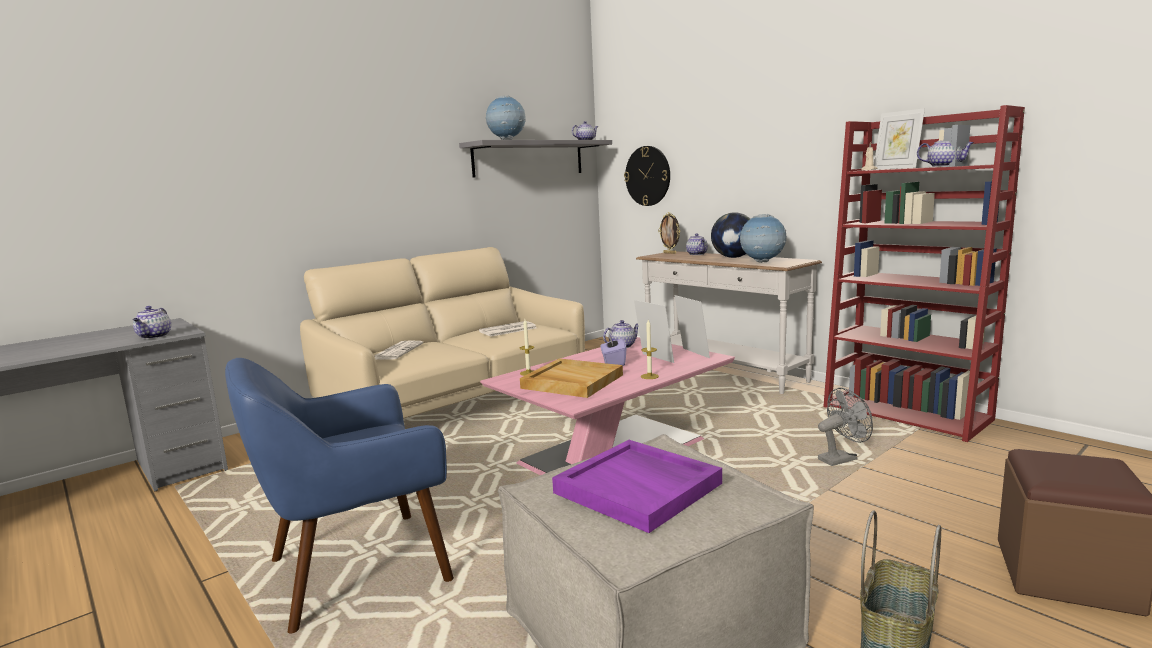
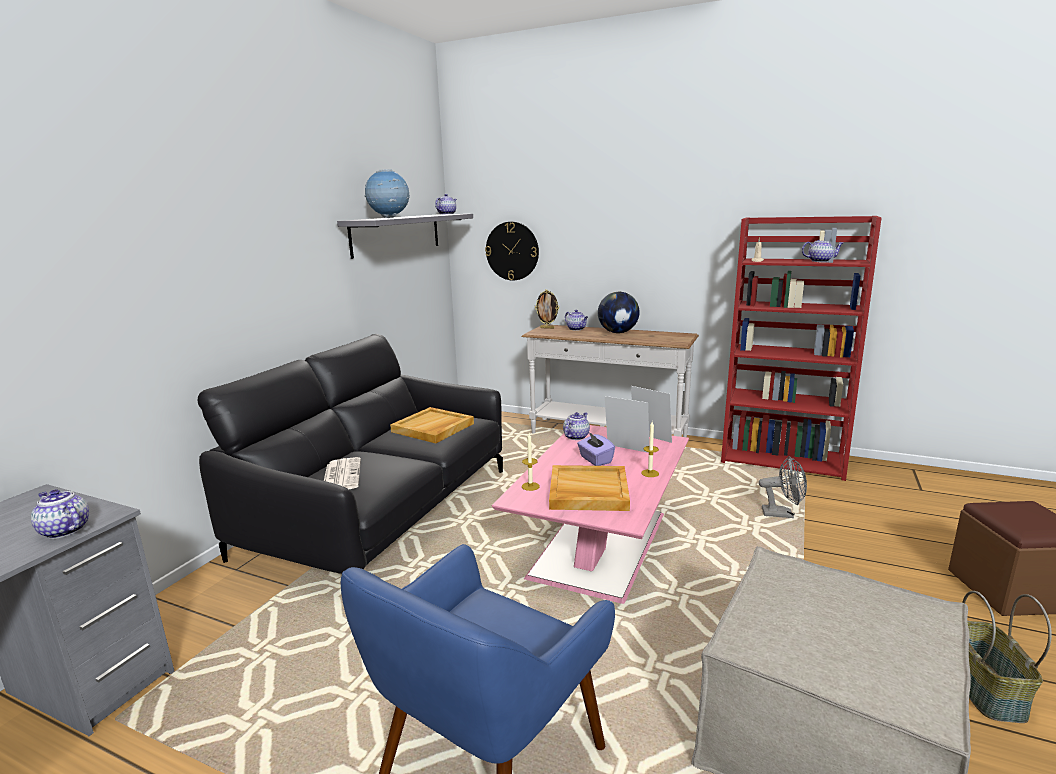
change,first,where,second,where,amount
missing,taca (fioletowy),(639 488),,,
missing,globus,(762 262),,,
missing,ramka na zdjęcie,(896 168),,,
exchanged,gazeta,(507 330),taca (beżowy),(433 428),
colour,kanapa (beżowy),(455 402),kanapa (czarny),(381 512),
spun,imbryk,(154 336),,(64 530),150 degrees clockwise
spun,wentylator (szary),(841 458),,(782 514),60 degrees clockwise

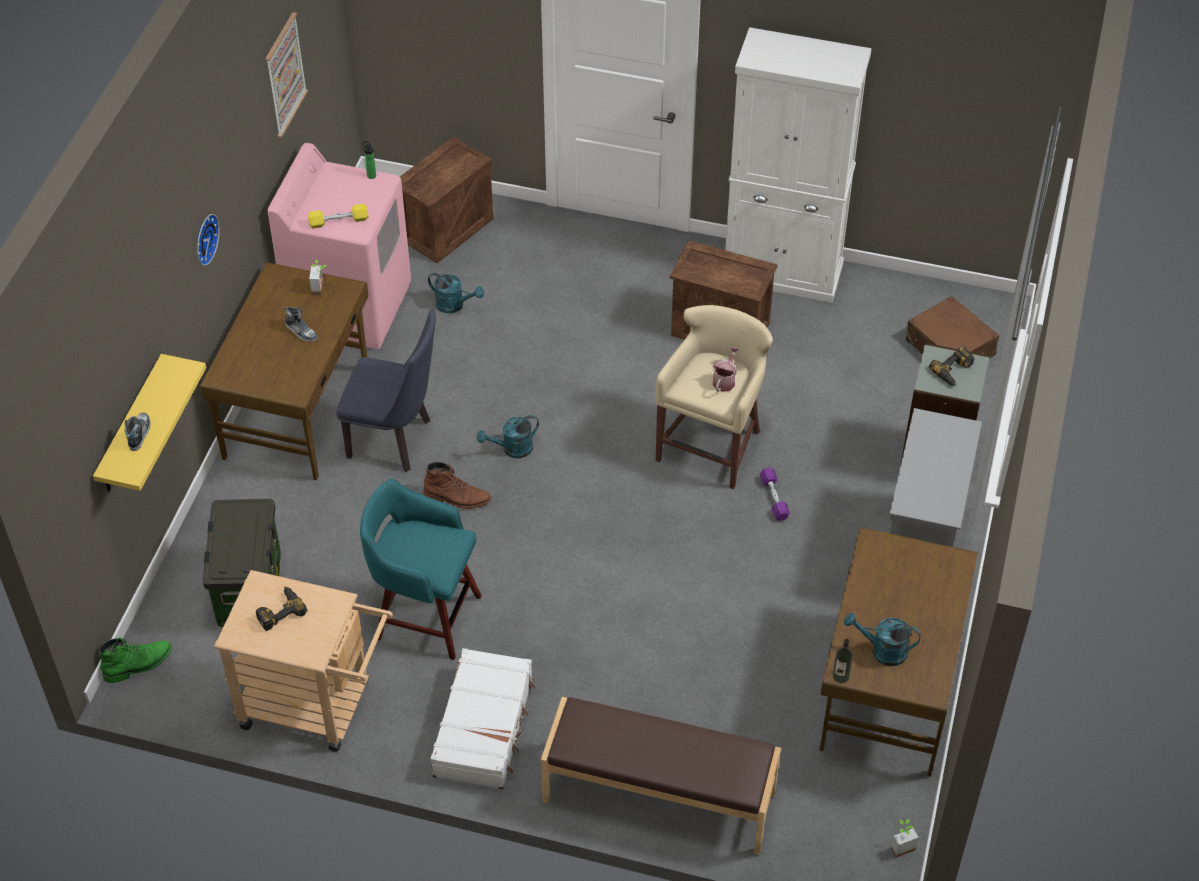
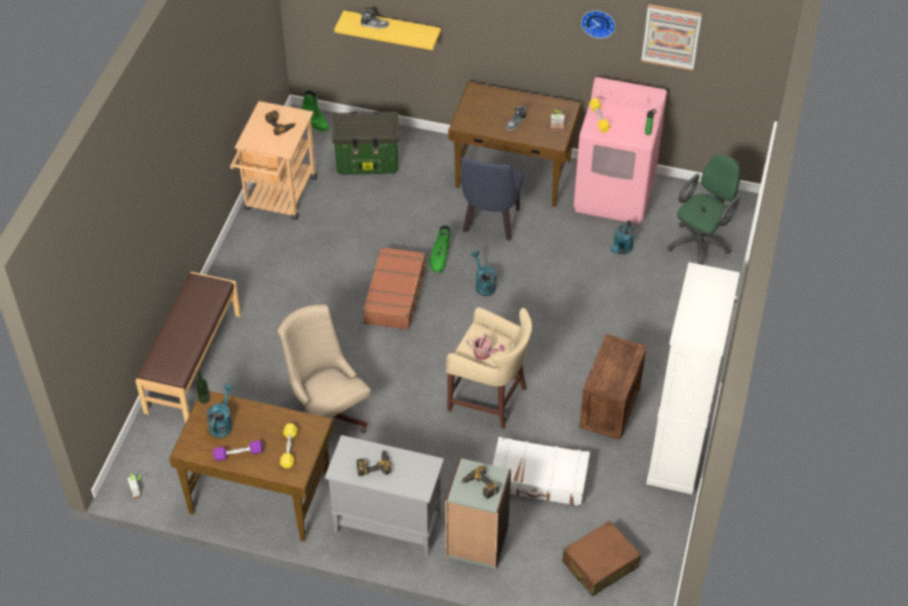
change,first,where,second,where,amount
missing,stołek (turkusowy),(425 616),,,
appeared,,,krzesło biurowe (beżowy),(327 414),
appeared,,,hantel (żółty),(289 449),
appeared,,,wiertarka,(373 465),
appeared,,,walizka (brązowy),(395 295),
relocated,zegar ścienny,(204 238),,(598 22),
relocated,walizka (biały),(484 727),,(539 479),
relocated,hantel (fioletowy),(774 498),,(238 454),
exchanged,skrzynka,(446 228),krzesło biurowe (zielony),(701 242),
colour,but z cholewką (brązowy),(457 498),but z cholewką (zielony),(439 257),

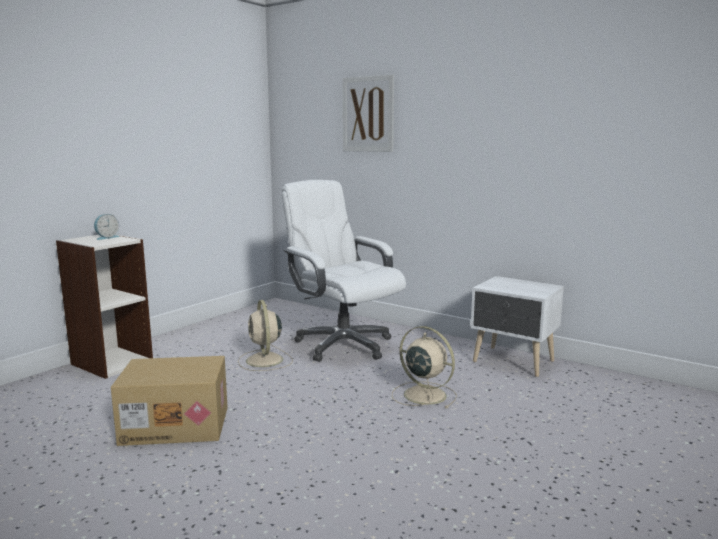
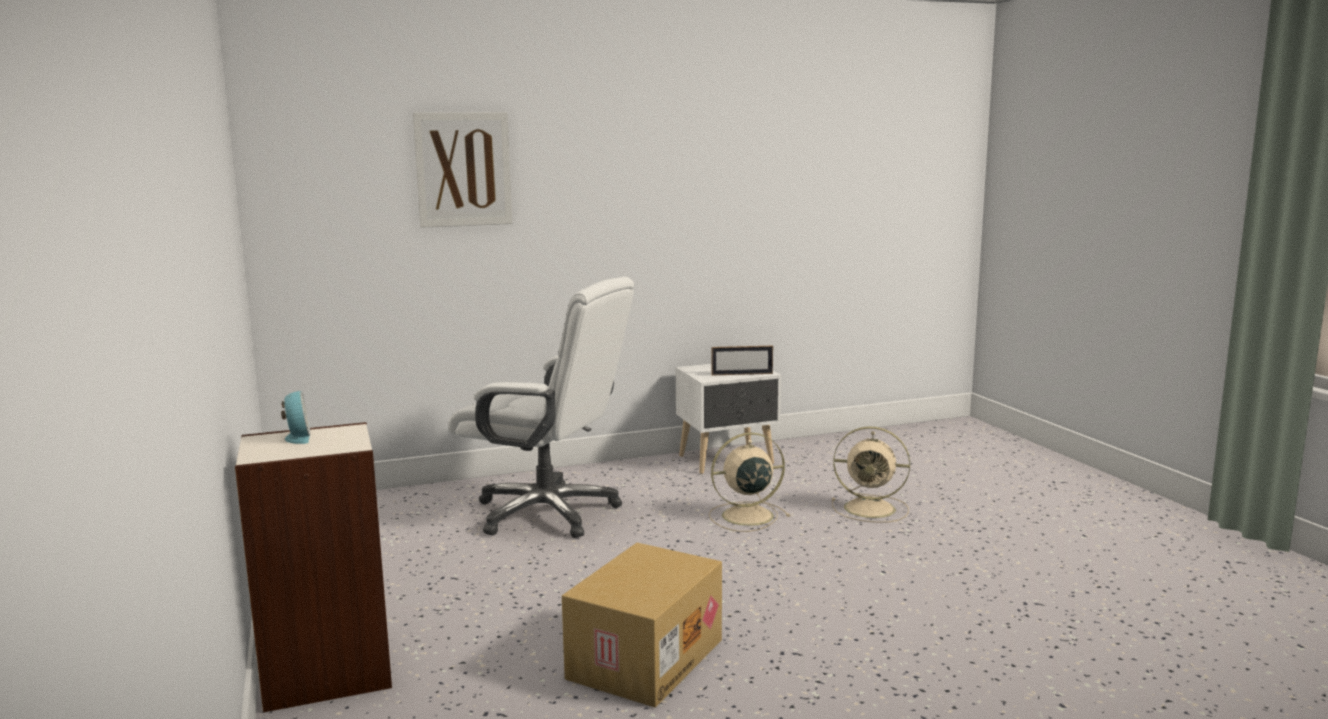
change,first,where,second,where,amount
appeared,,,ramka na zdjęcie,(742 374),
relocated,wentylator (beżowy),(265 361),,(872 509),
spun,krzesło biurowe (biały),(343 345),,(548 513),150 degrees counterclockwise

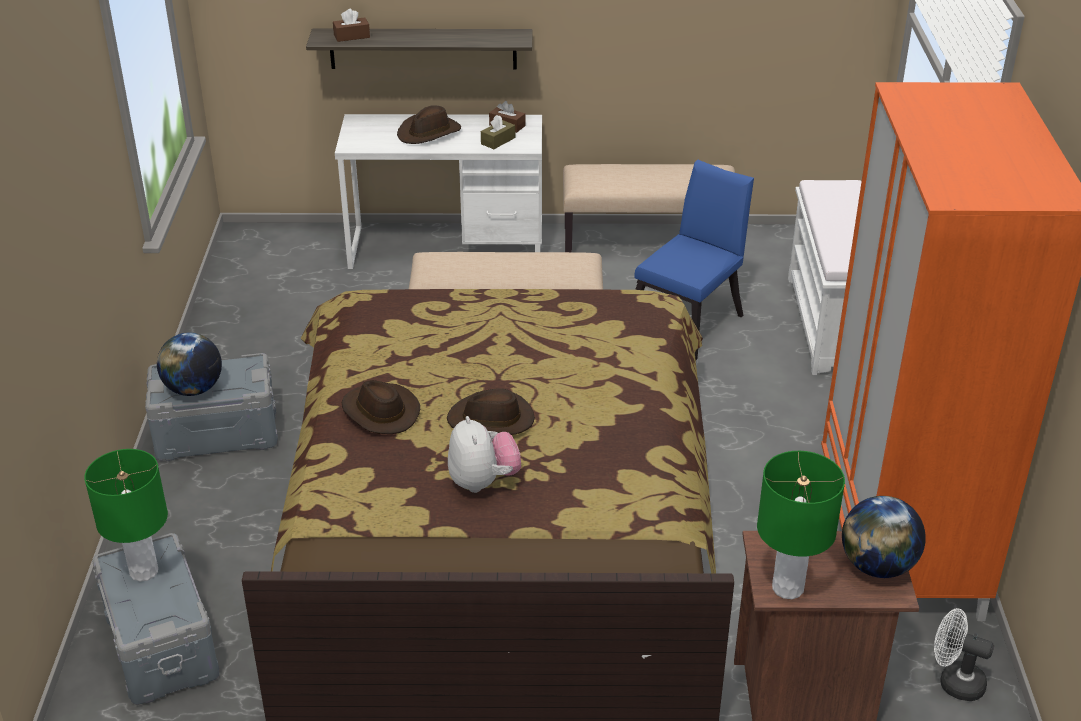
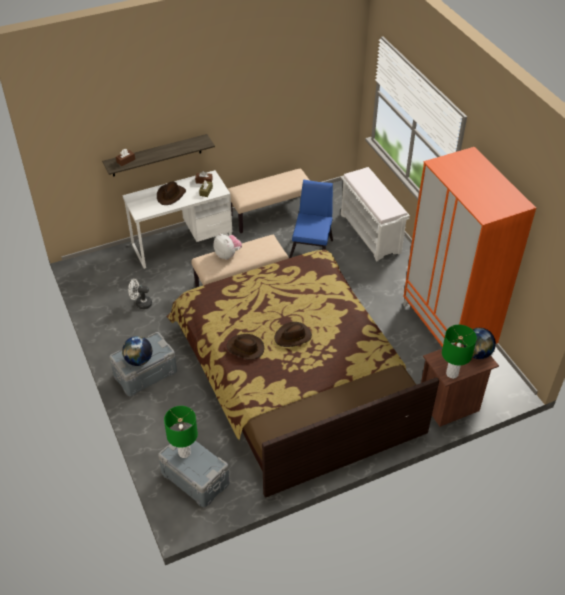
change,first,where,second,where,amount
relocated,pluszak,(483 481),,(227 254),
relocated,wentylator (biały),(954 681),,(141 303),

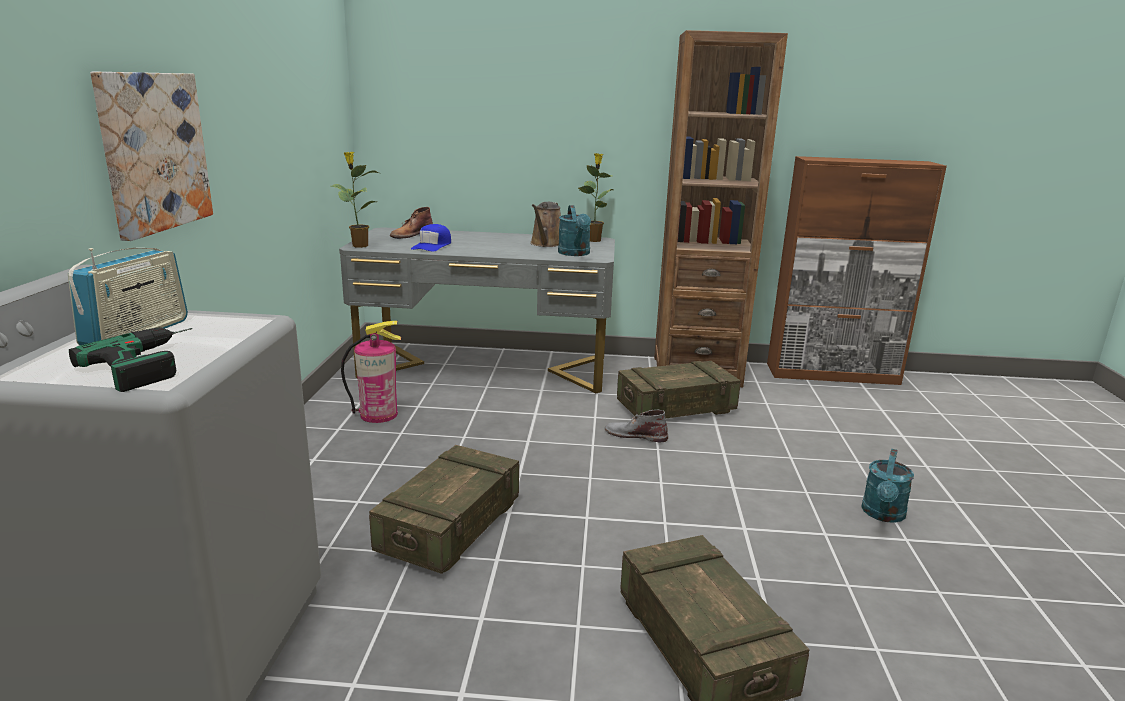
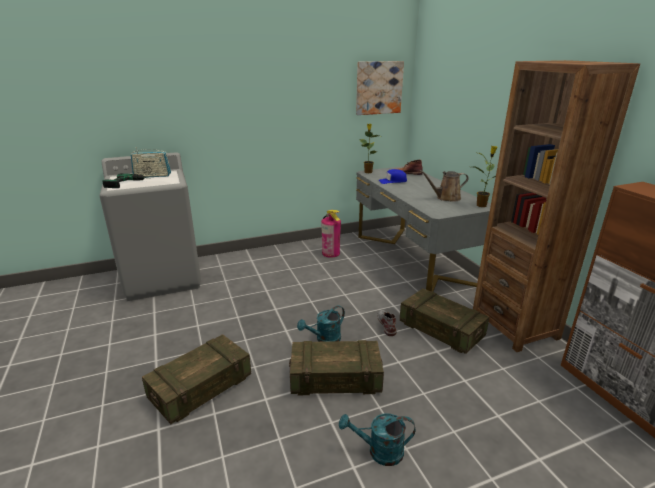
change,first,where,second,where,amount
relocated,obraz,(153 152),,(378 88),
relocated,skrzynka,(450 527),,(335 379),
relocated,konewka (turkusowy),(575 254),,(324 339),

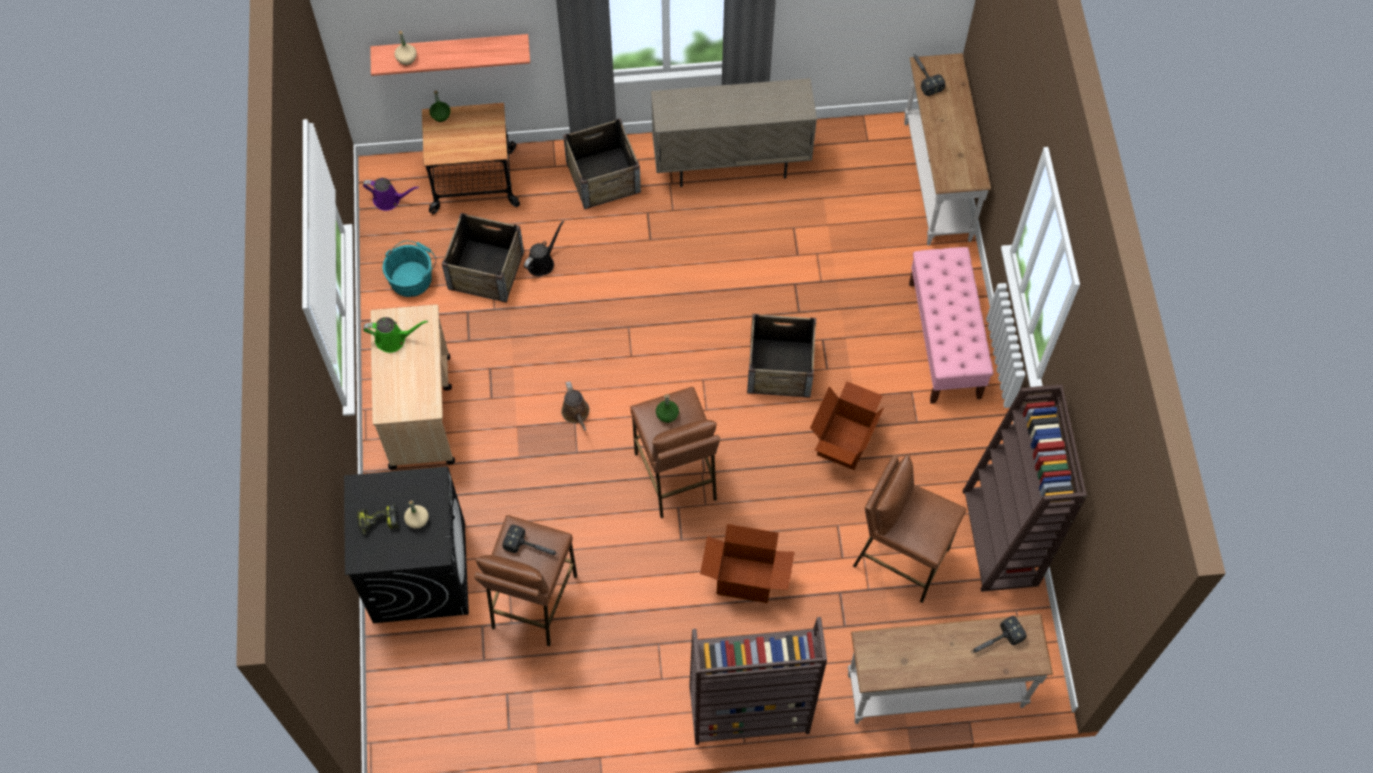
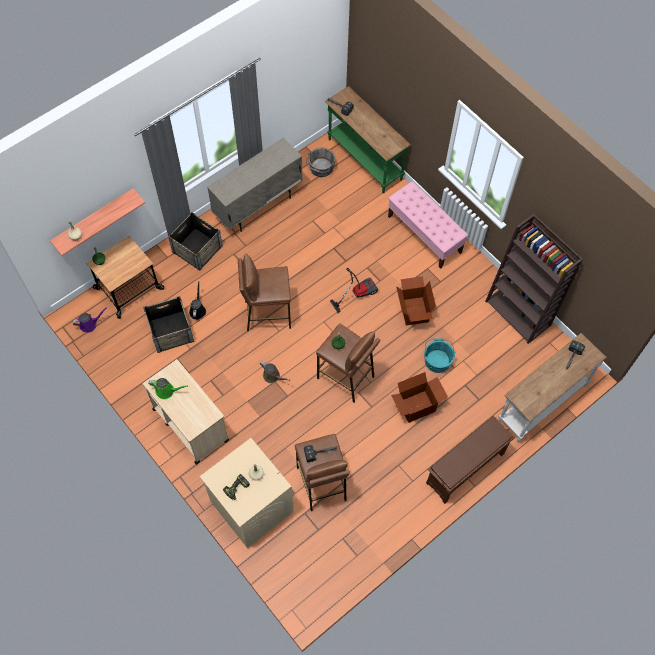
change,first,where,second,where,amount
appeared,,,wiadro (szary),(321 168),
relocated,wiadro (turkusowy),(412 277),,(437 359),
relocated,stołek (brązowy),(900 558),,(267 314),
exchanged,regał (brązowy),(747 711),regał na buty (brązowy),(464 469),
exchanged,skrzynka,(780 367),odkurzacz,(357 293),
colour,pralka (czarny),(419 570),pralka (beżowy),(251 506),
colour,stolik konsolowy (biały),(935 181),stolik konsolowy (zielony),(364 160),
spun,konewka (zielony),(393 339),,(167 391),45 degrees clockwise

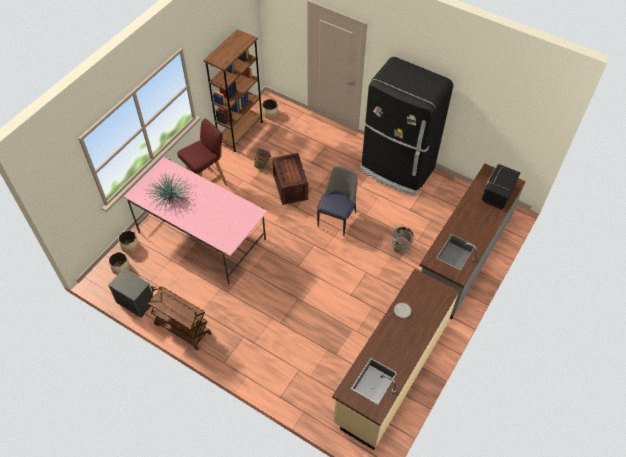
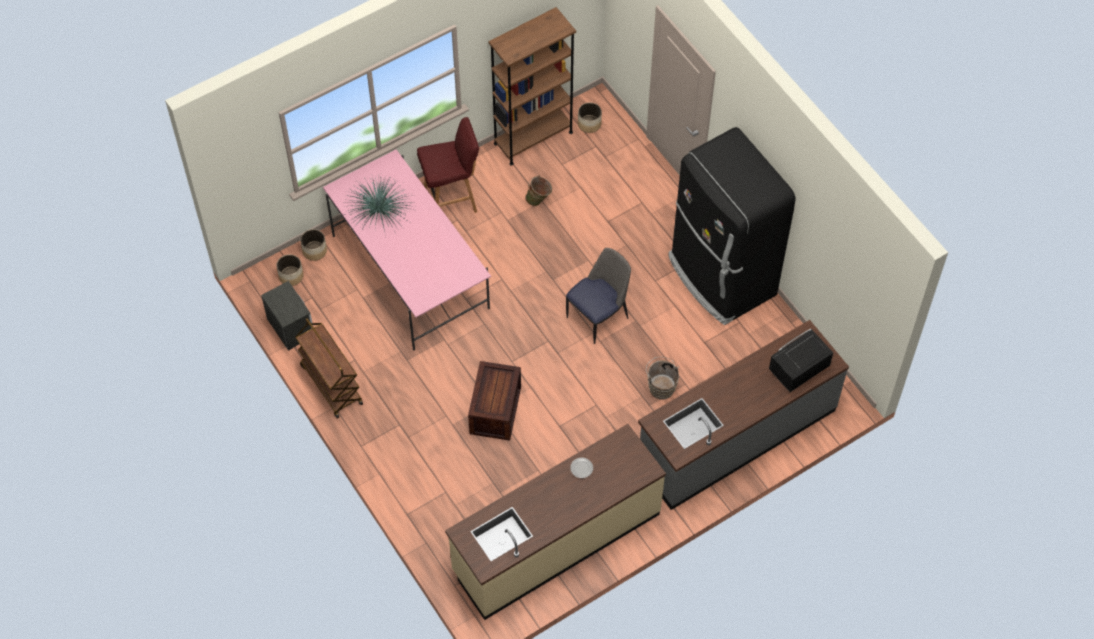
change,first,where,second,where,amount
relocated,skrzynka,(290 186),,(495 409),

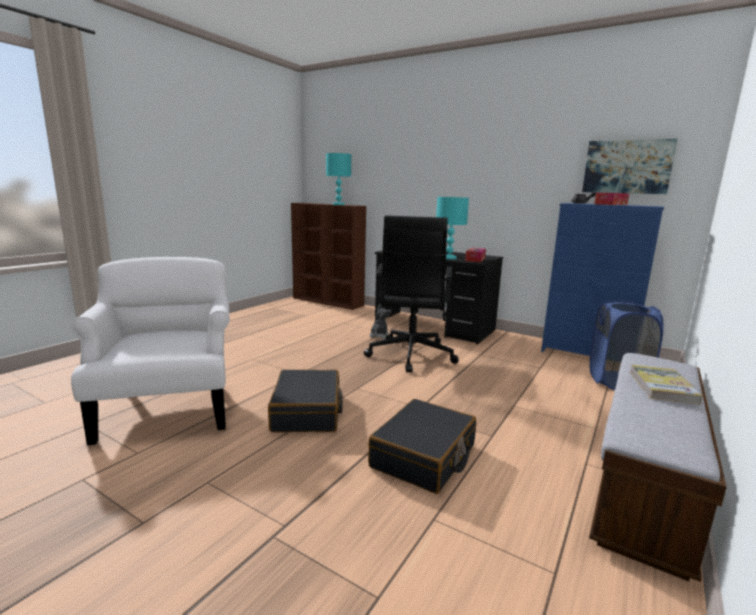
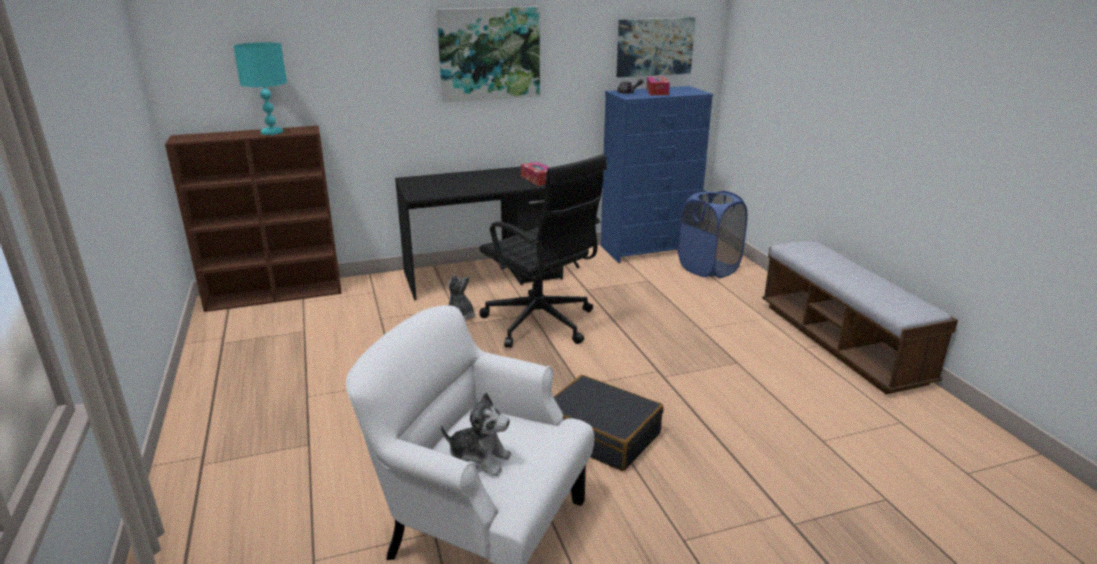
change,first,where,second,where,amount
missing,walizka (czarny),(424 457),,,
missing,lampa stołowa (turkusowy),(448 258),,,
missing,książka,(662 387),,,
appeared,,,obraz,(489 54),
appeared,,,pluszak,(479 459),

